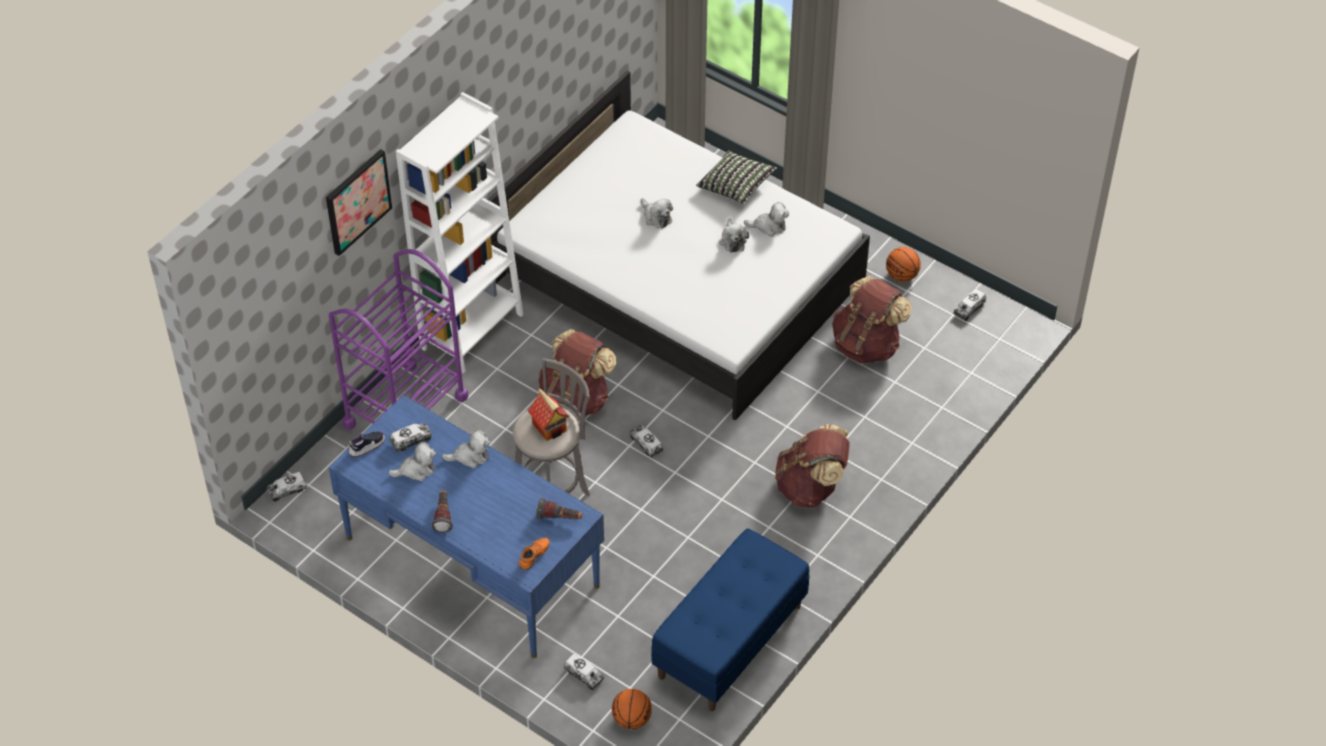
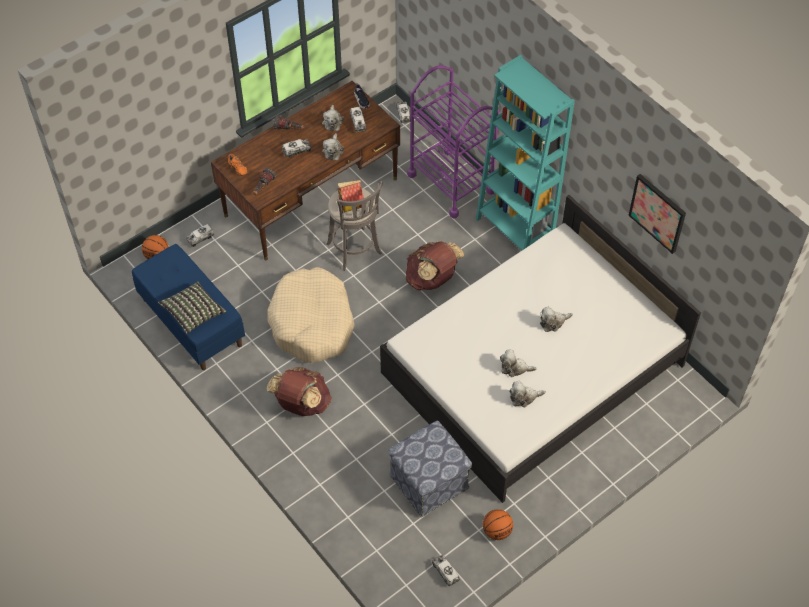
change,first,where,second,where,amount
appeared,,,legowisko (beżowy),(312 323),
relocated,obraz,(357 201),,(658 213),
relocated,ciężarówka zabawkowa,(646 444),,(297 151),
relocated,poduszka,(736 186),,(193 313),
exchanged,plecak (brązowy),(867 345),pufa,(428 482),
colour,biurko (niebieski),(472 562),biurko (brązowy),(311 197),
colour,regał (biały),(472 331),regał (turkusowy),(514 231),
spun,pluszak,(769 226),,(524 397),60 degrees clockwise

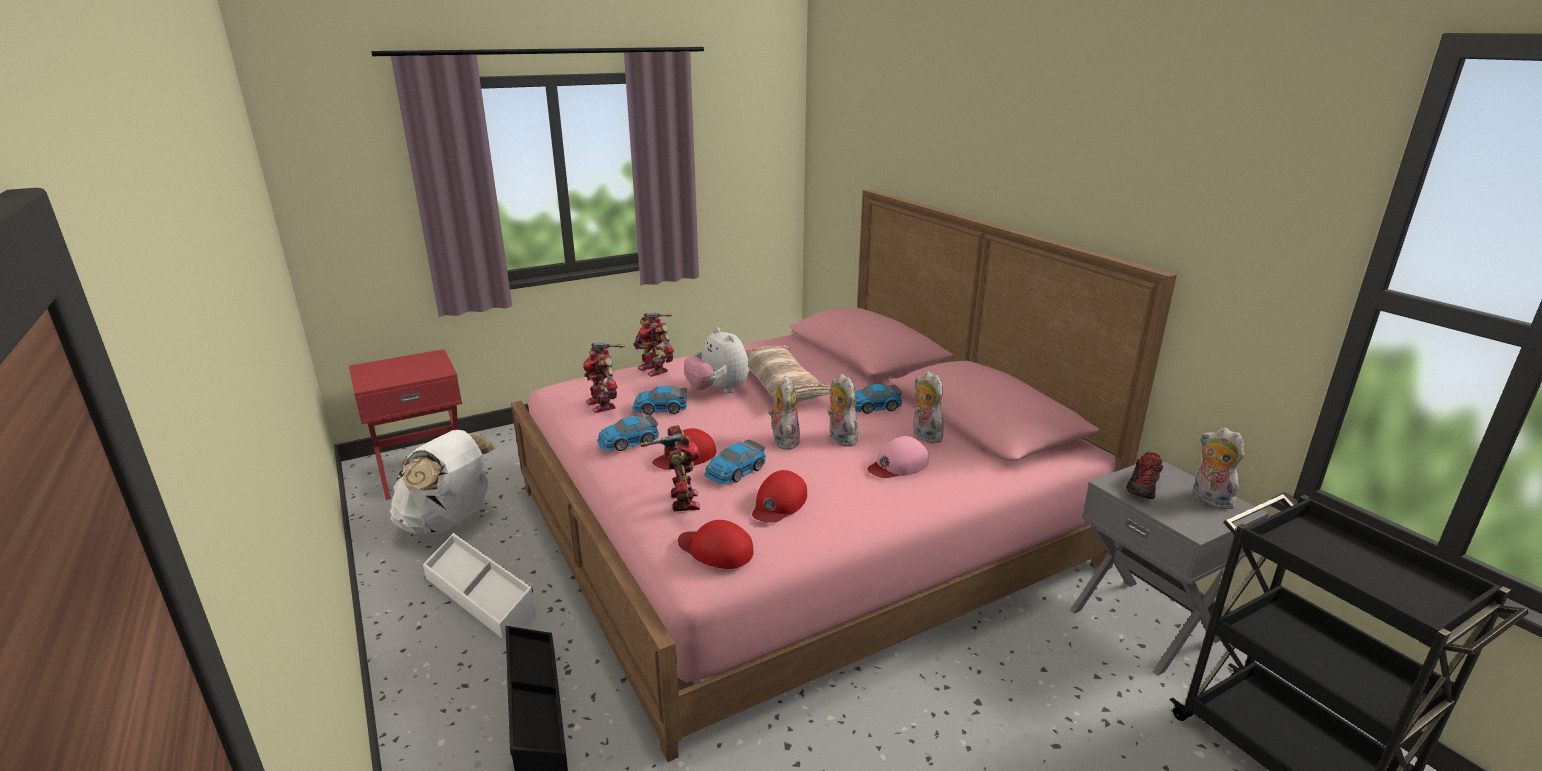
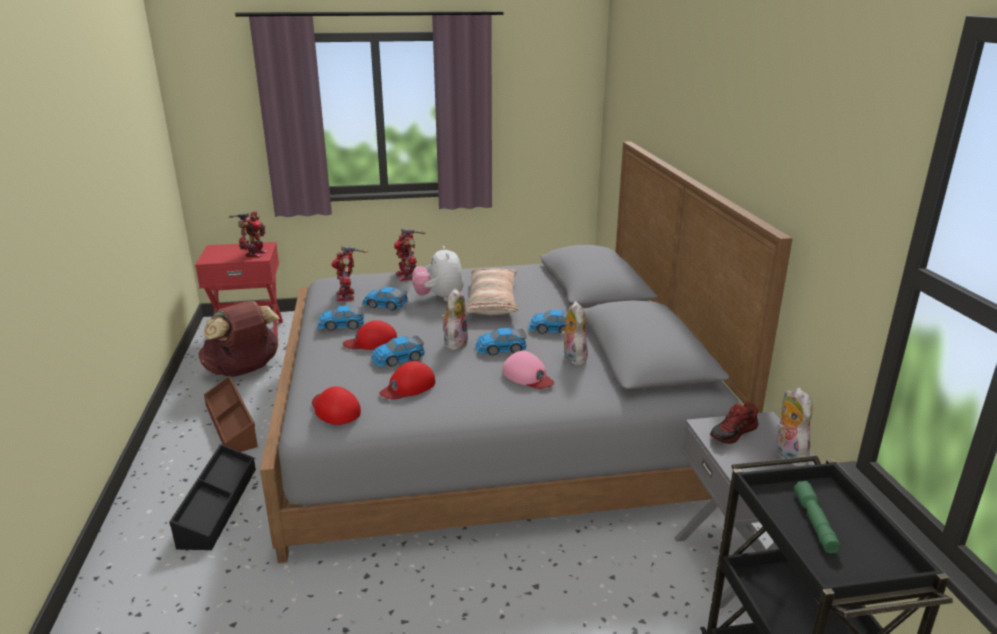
change,first,where,second,where,amount
appeared,,,latarka (zielony),(815 523),
relocated,robot zabawkowy,(681 501),,(254 254),
exchanged,pluszak,(840 438),samochodzik,(500 349),
colour,plecak (biały),(449 522),plecak (brązowy),(244 371),
colour,pojemnik do przechowywania (biały),(481 596),pojemnik do przechowywania (brązowy),(232 424),
colour,łóżko (różowy),(796 524),łóżko (szary),(490 421),
spun,czapka z daszkiem (różowy),(898 465),,(528 376),120 degrees counterclockwise

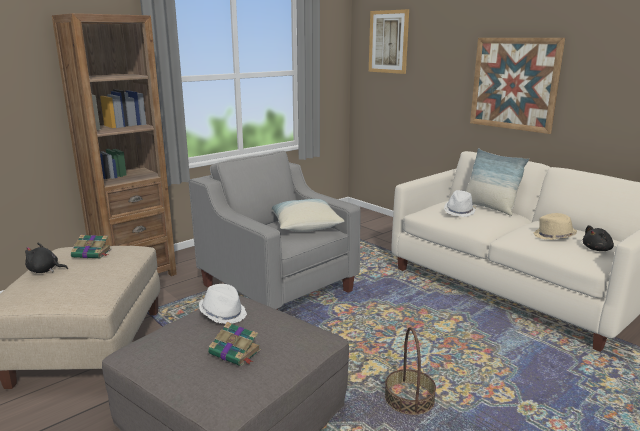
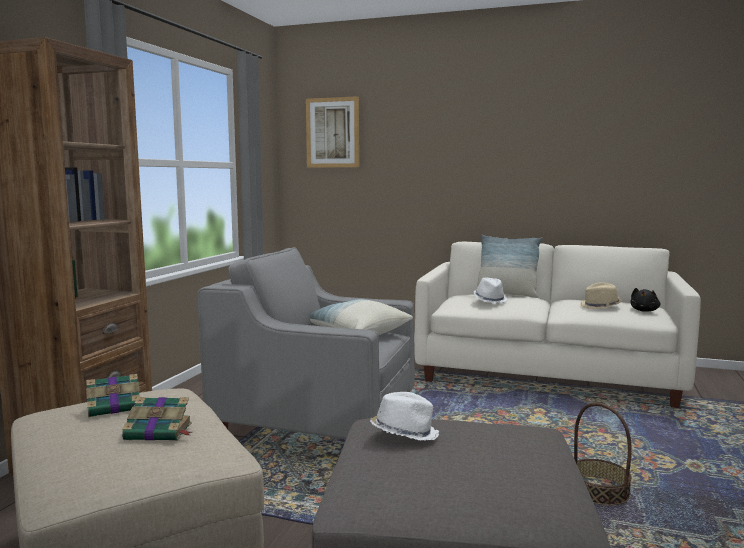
change,first,where,second,where,amount
missing,pluszak (czarny),(45 270),,,
missing,obraz,(514 84),,,
relocated,książka,(235 353),,(159 432),

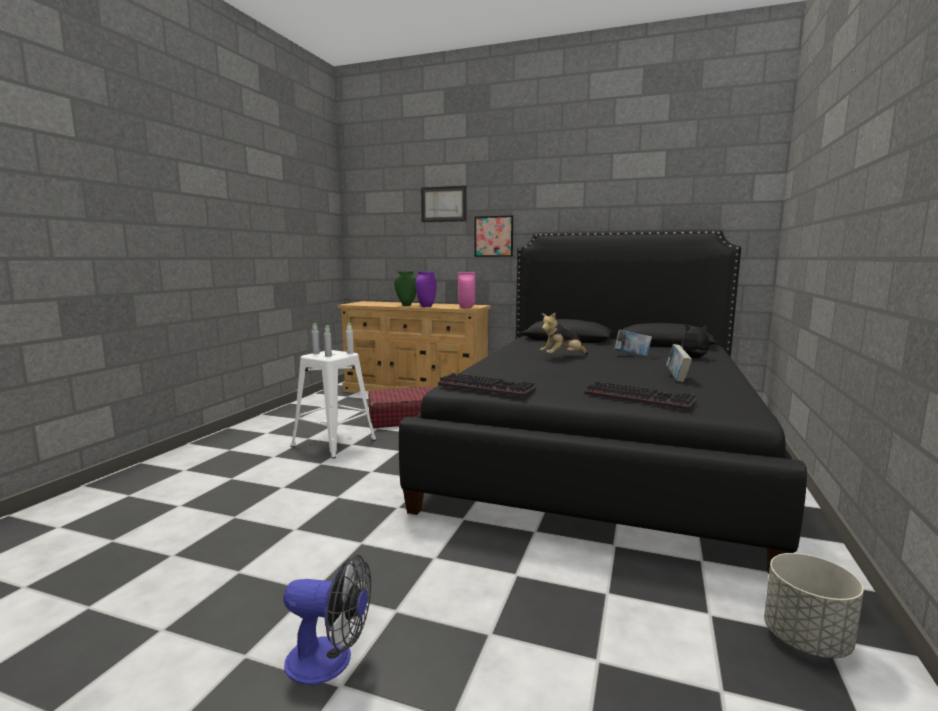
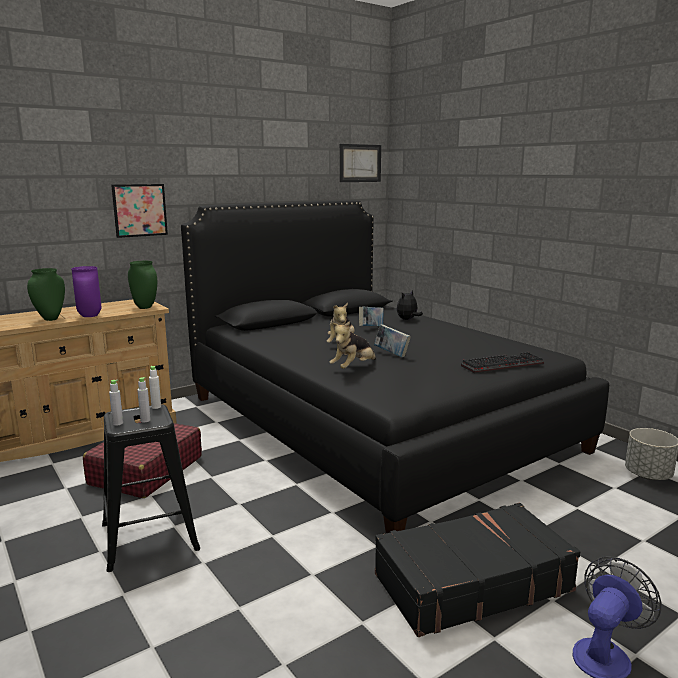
change,first,where,second,where,amount
missing,klawiatura,(488 387),,,
appeared,,,pluszak,(353 368),
appeared,,,walizka (czarny),(471 582),
relocated,obraz,(443 204),,(360 163),
relocated,książka,(677 378),,(391 354),
colour,stołek (biały),(334 443),stołek (czarny),(151 536),
colour,wazon (różowy),(466 307),wazon (zielony),(144 307),

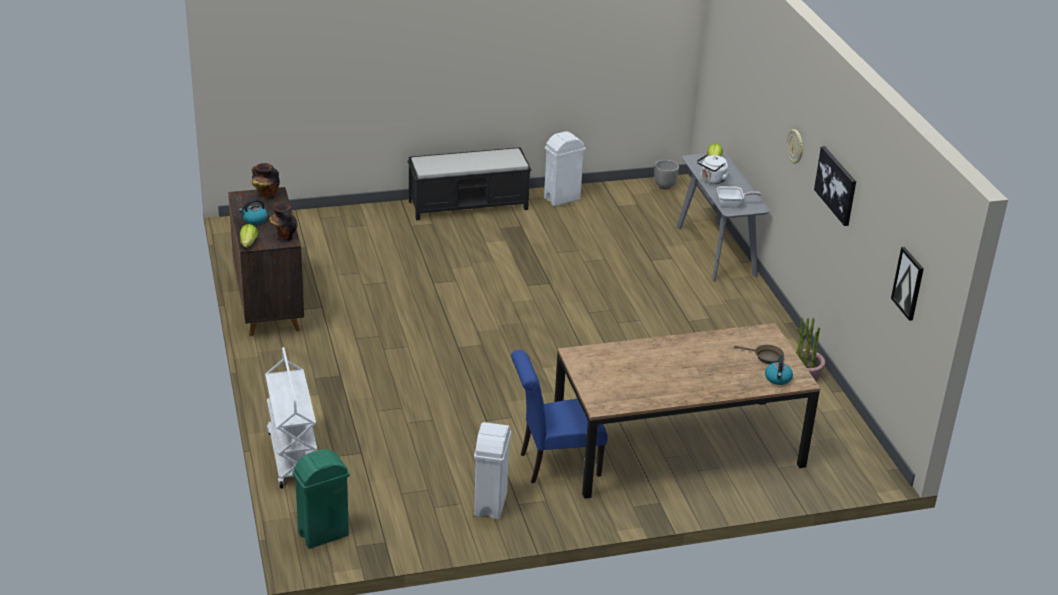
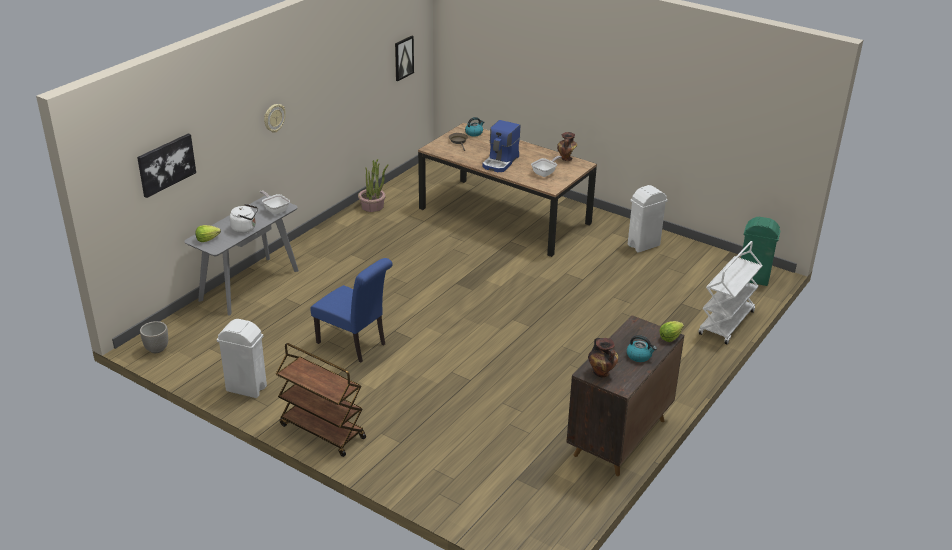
change,first,where,second,where,amount
appeared,,,ekspres do kawy,(501 162),
appeared,,,patelnia,(545 173),
relocated,wazon,(284 238),,(566 159),
relocated,krzesło (niebieski),(554 464),,(355 344),
relocated,obraz,(836 185),,(166 164),
exchanged,ławka (czarny),(469 205),wózek (brązowy),(321 431),

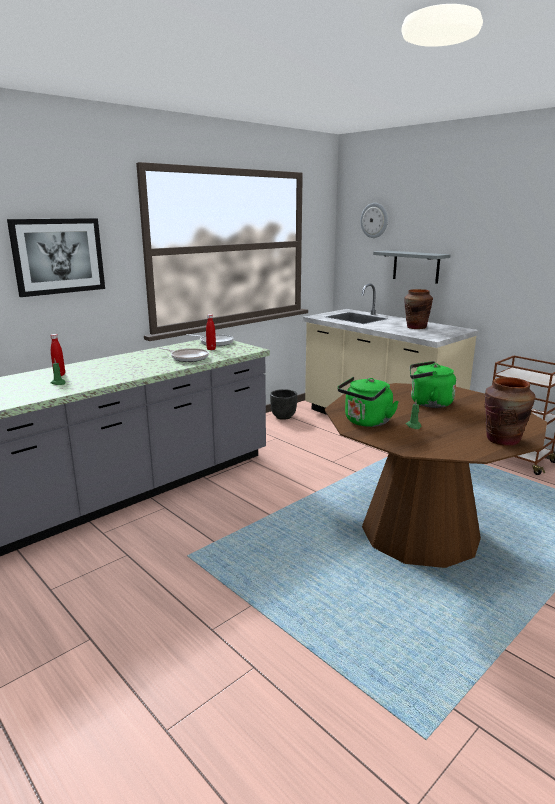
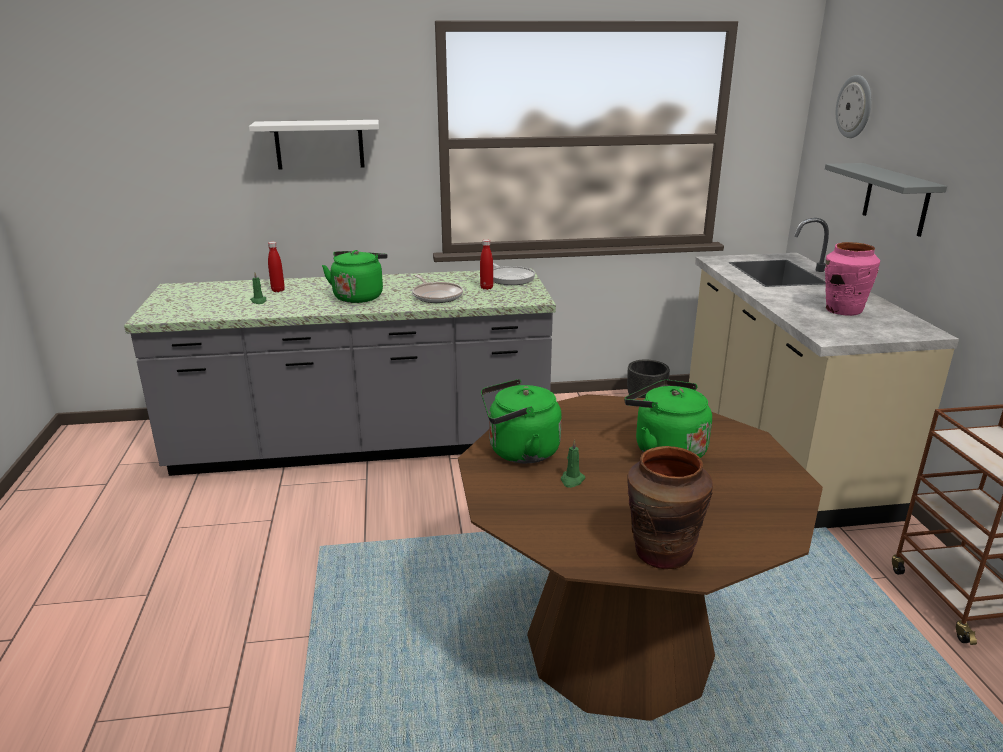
change,first,where,second,where,amount
appeared,,,czajnik (zielony),(359 296),
exchanged,obraz,(58 256),półka (biały),(319 144),
colour,wazon (brązowy),(416 327),wazon (różowy),(842 310),

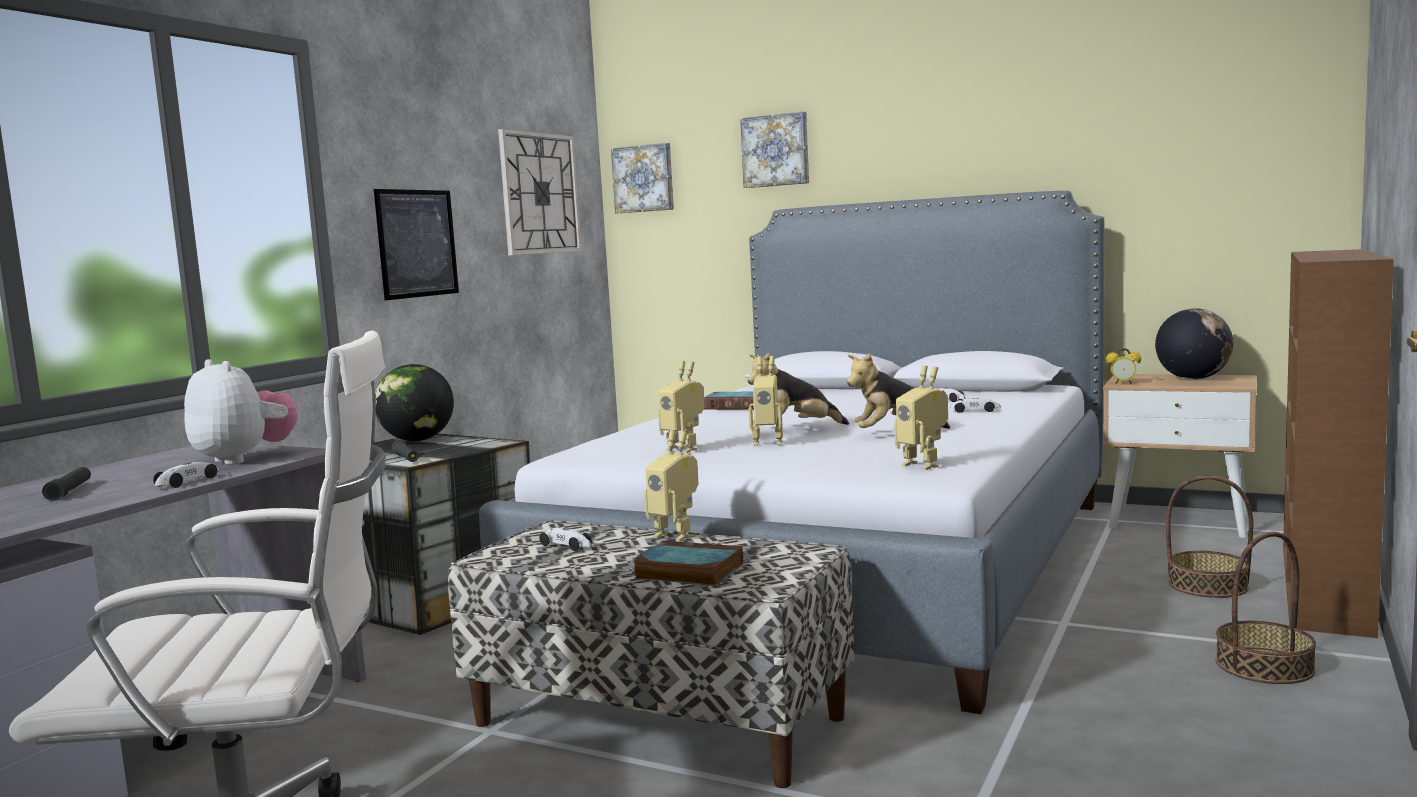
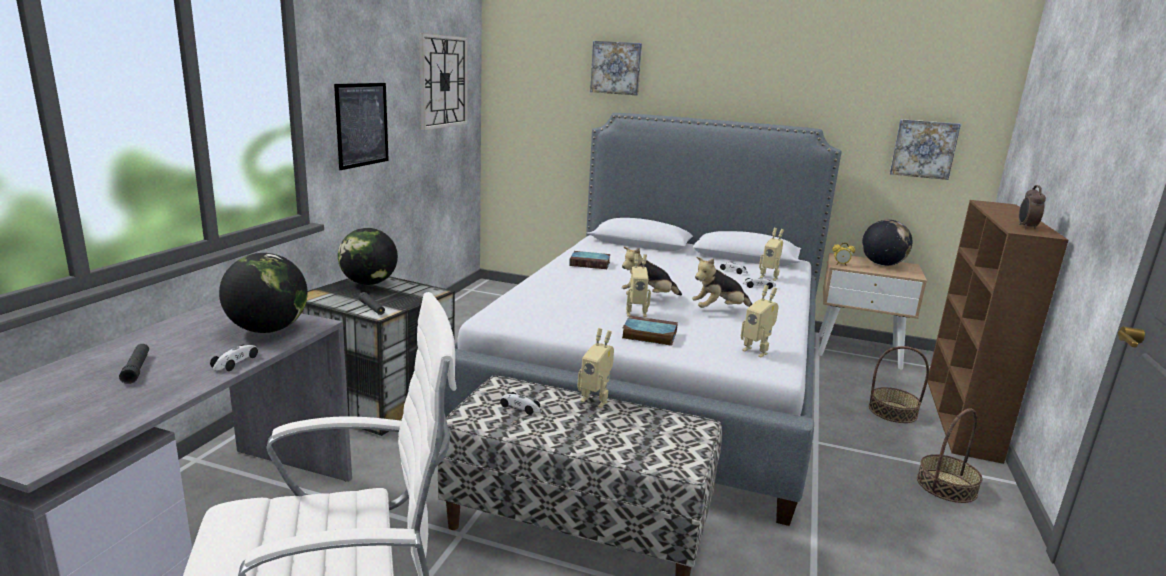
change,first,where,second,where,amount
appeared,,,budzik,(1026 227),
relocated,obraz,(644 178),,(923 149),
relocated,książka,(686 571),,(648 335),
relocated,robot zabawkowy,(685 449),,(769 277),
exchanged,pluszak,(244 459),globus,(268 330),

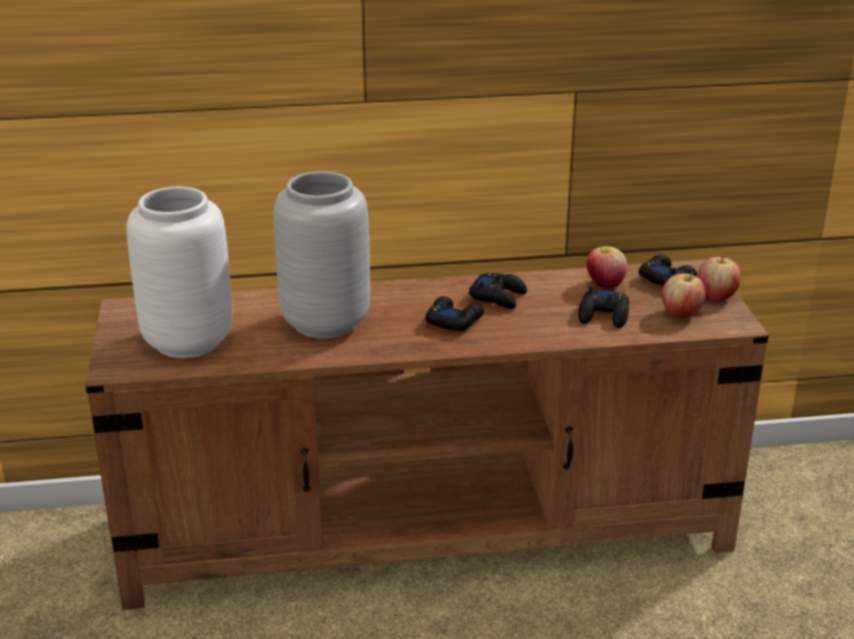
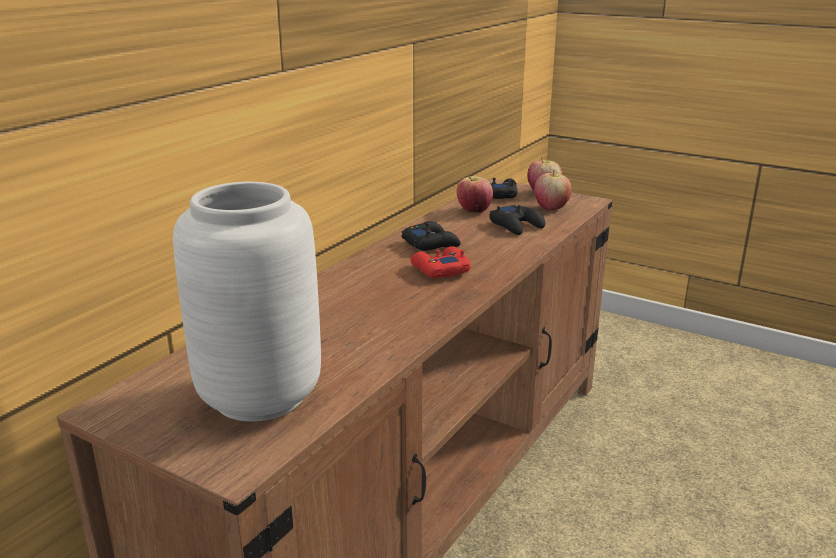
change,first,where,second,where,amount
missing,wazon (szary),(324 322),,,
colour,pad do gier (czarny),(453 320),pad do gier (czerwony),(440 270),

